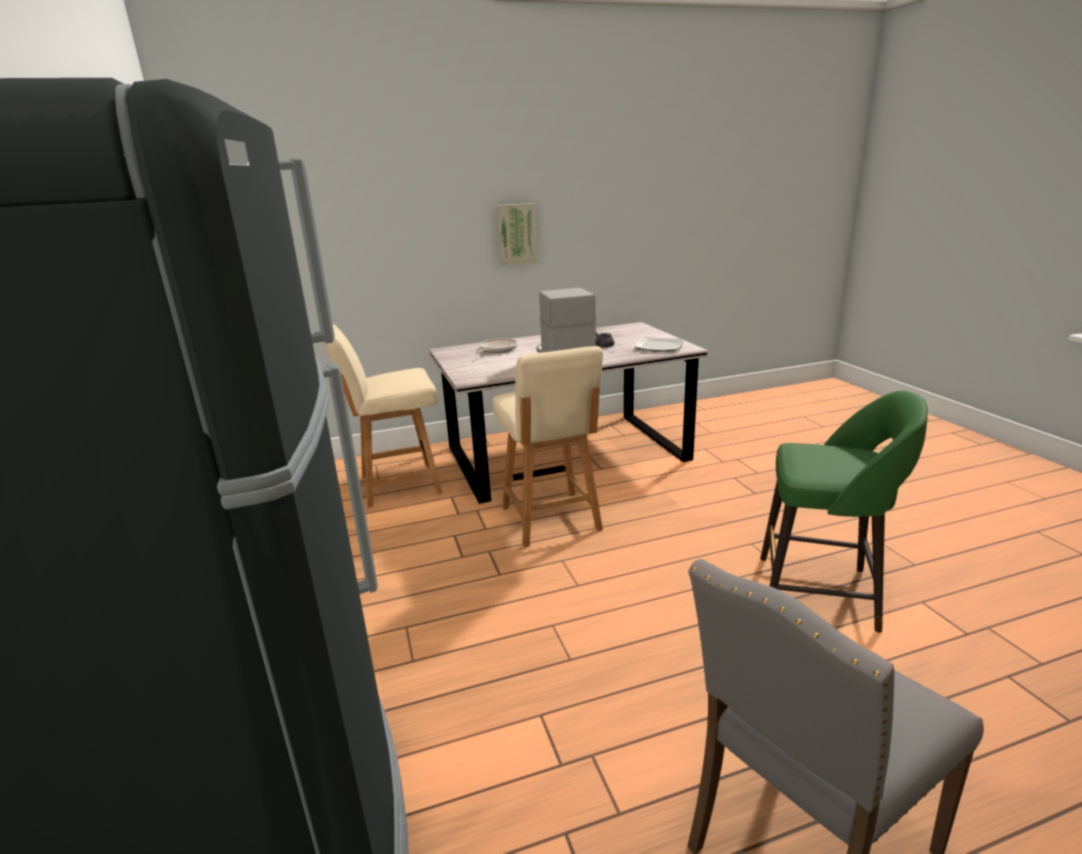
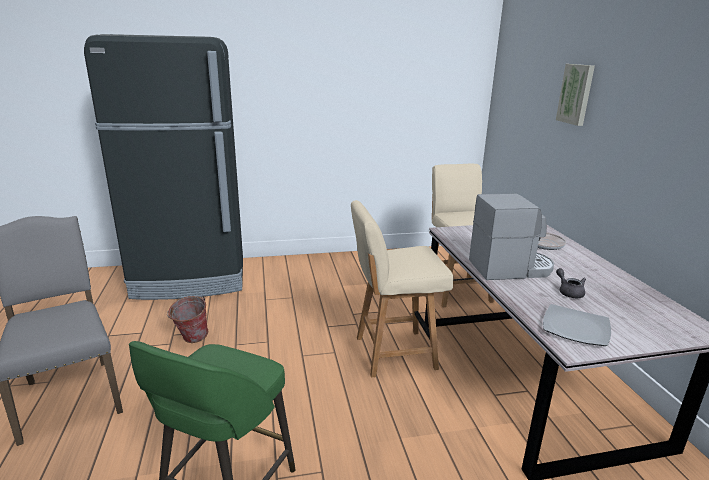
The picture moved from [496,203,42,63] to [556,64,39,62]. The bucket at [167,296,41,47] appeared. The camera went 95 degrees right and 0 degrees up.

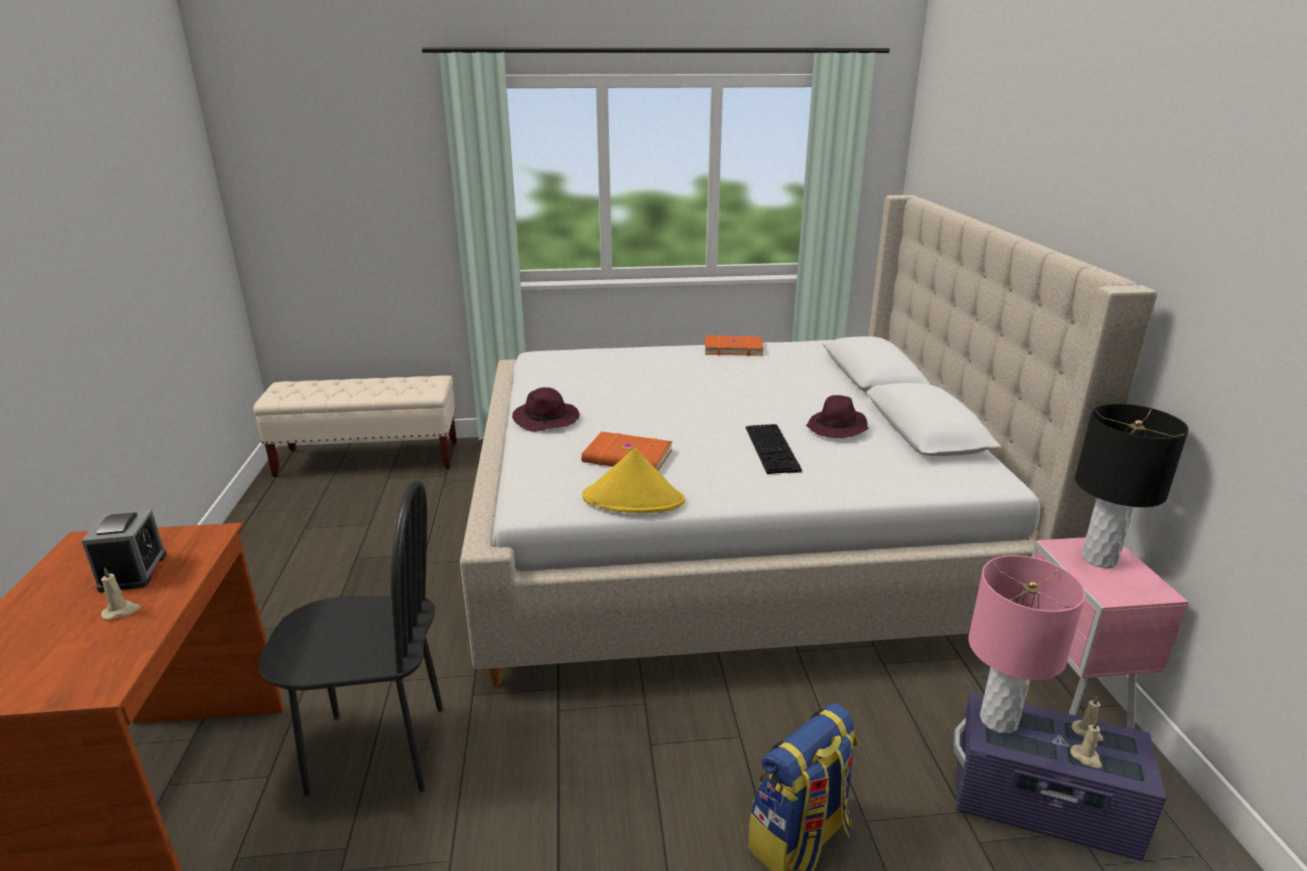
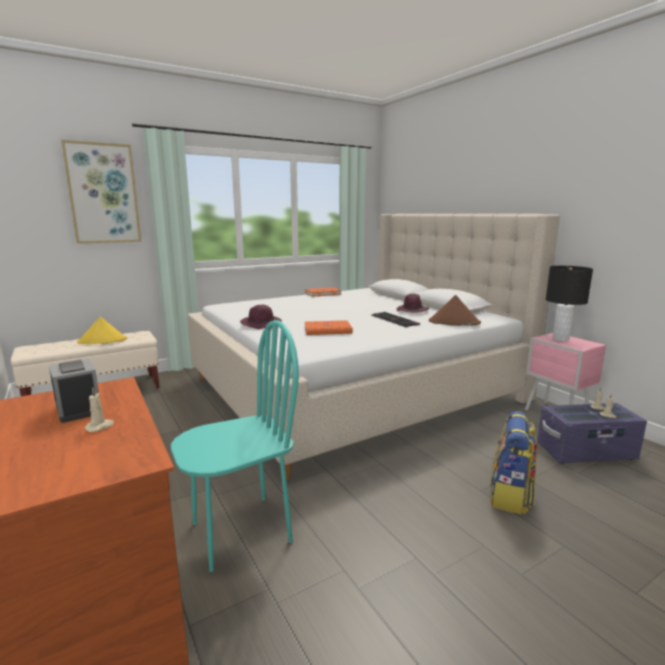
The black chair at [258,479,185,317] became the turquoise chair at [171,320,128,252]. The yellow hat moved from [582,448,103,65] to [77,317,50,27]. The pink table lamp at [968,555,118,179] disappeared. The picture at [61,140,80,104] appeared. The brown hat at [429,295,52,31] appeared. The camera went 25 degrees left and 10 degrees down.

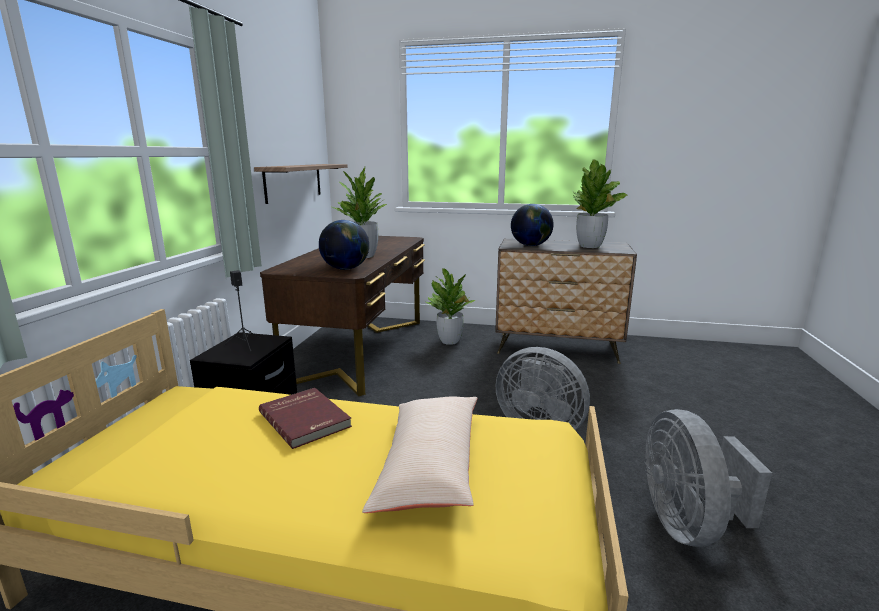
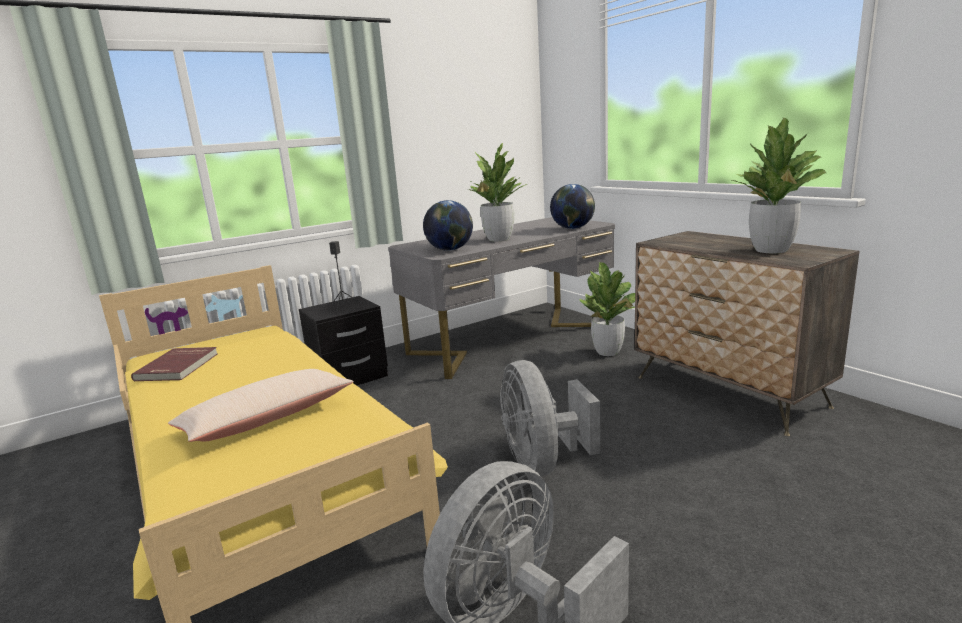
The shelf at [254,164,94,40] disappeared. The red book moved from [259,388,93,61] to [131,347,87,34]. The brown desk at [260,236,165,160] became the grey desk at [388,217,227,162]. The globe moved from [511,204,43,42] to [550,184,45,45]. The camera went 45 degrees right and 0 degrees up.

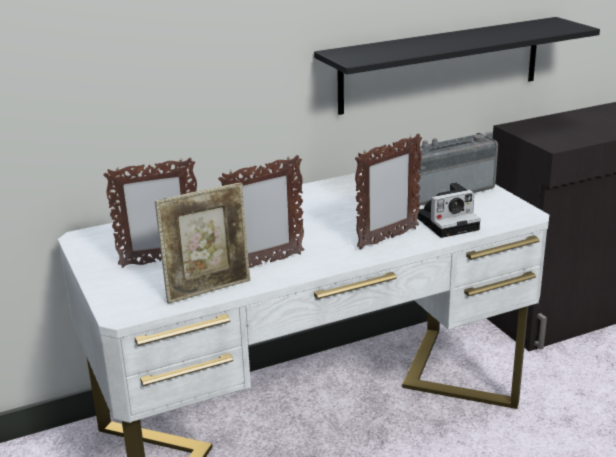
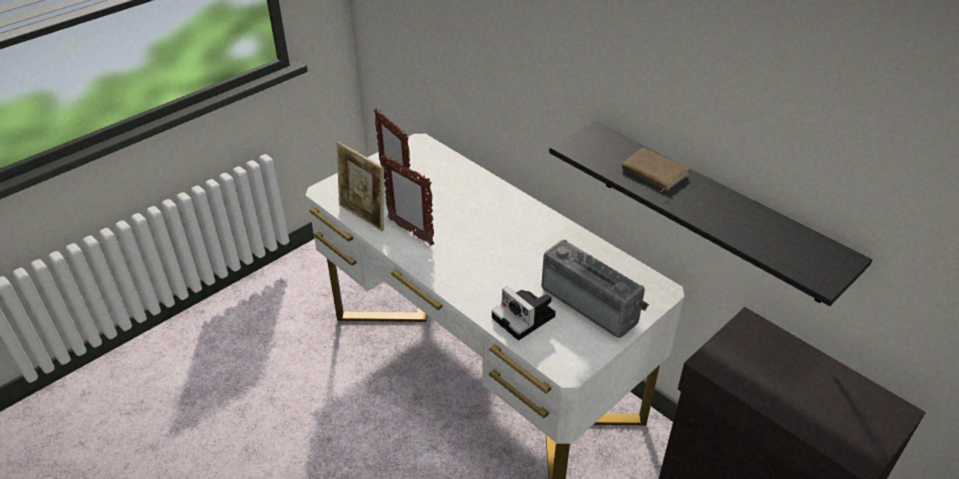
The picture frame at [355,134,67,116] disappeared. The brown book at [622,148,67,45] appeared. The camera went 70 degrees right and 15 degrees up.

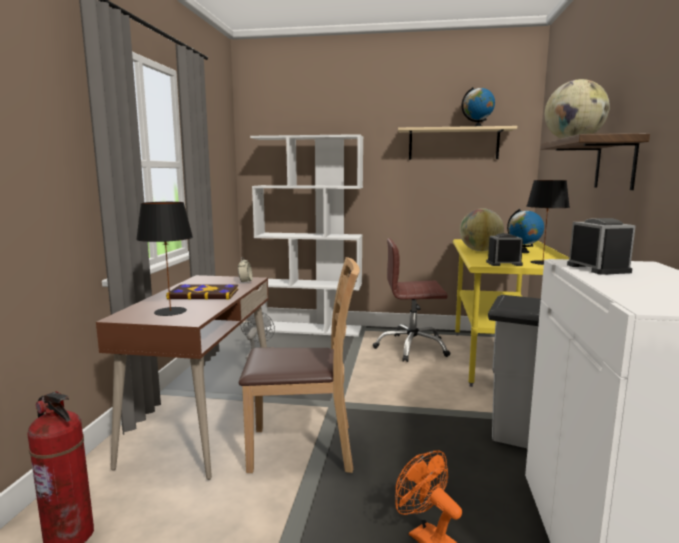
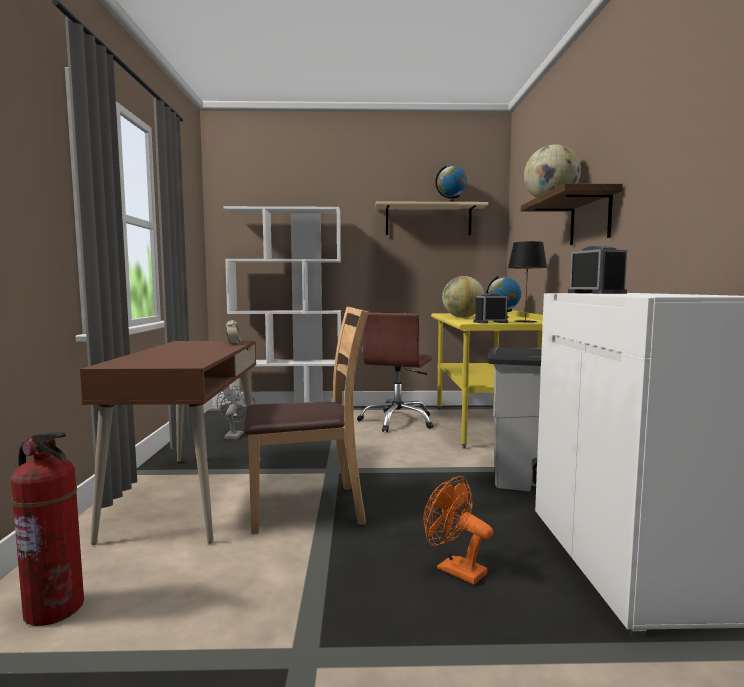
The black table lamp at [136,202,57,114] disappeared. The book at [166,284,72,16] disappeared. The brown office chair at [373,238,78,124] turned 60 degrees counterclockwise. The camera went 10 degrees left and 5 degrees down.

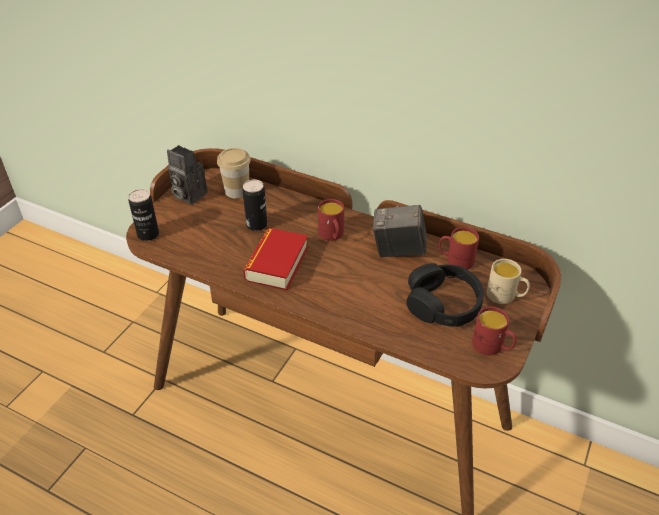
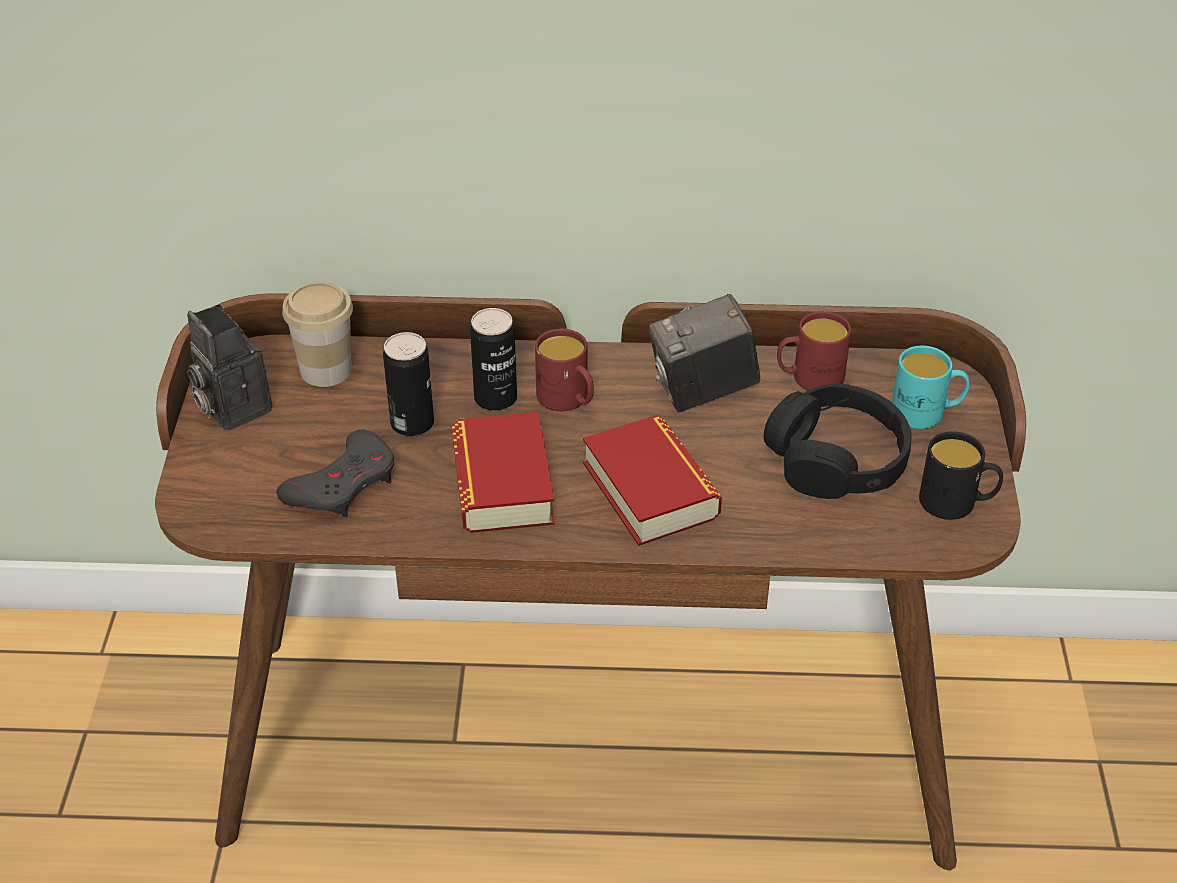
The can moved from [128,189,31,52] to [470,308,47,103]. The photo camera at [167,145,41,60] turned 45 degrees clockwise. The red mug at [472,307,45,48] became the black mug at [919,431,84,89]. The beige mug at [486,259,44,45] became the turquoise mug at [892,346,78,83]. The grey game controller at [277,429,117,88] appeared. The book at [583,415,139,131] appeared. The camera went 25 degrees left and 0 degrees up.

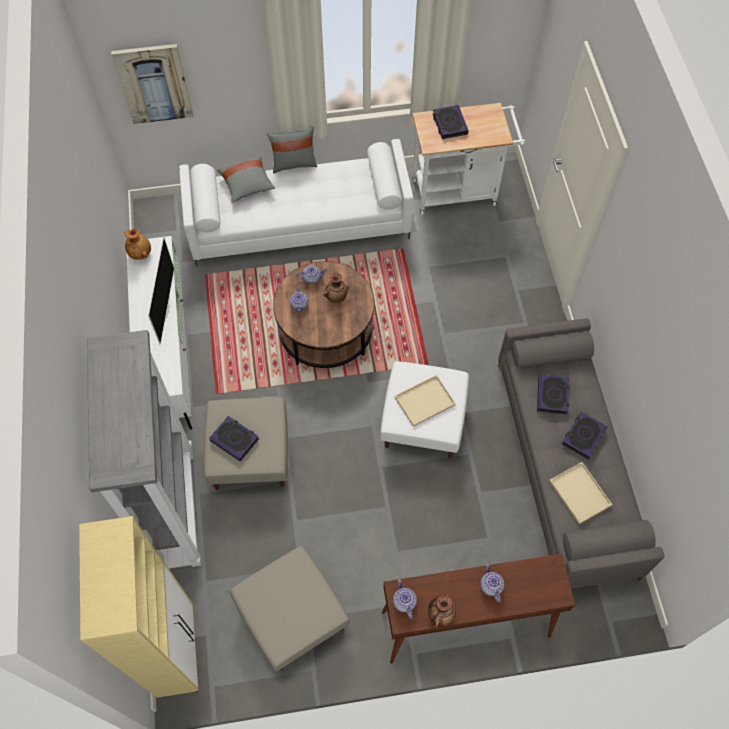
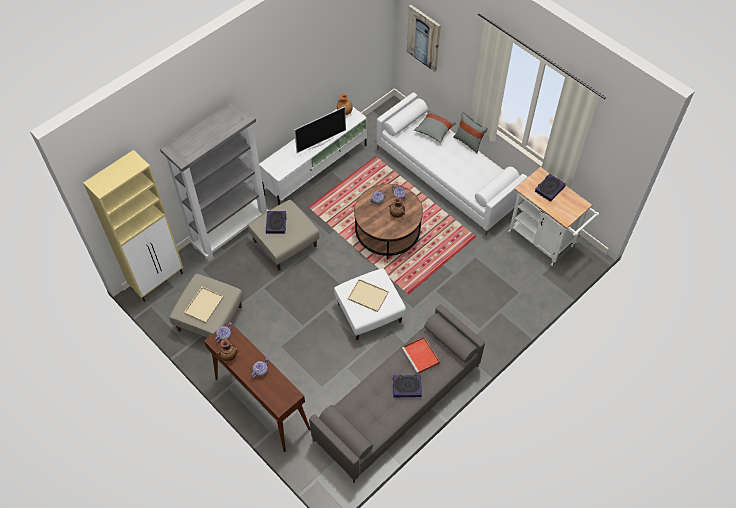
The book at [537,374,33,41] was replaced by the red tray at [402,337,38,37]. The beige tray moved from [549,462,64,62] to [184,287,40,36]. The camera went 55 degrees right and 5 degrees down.

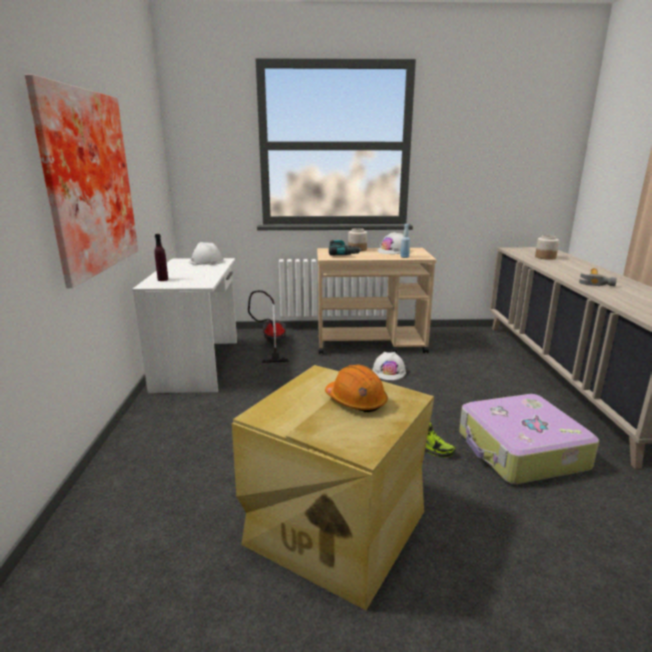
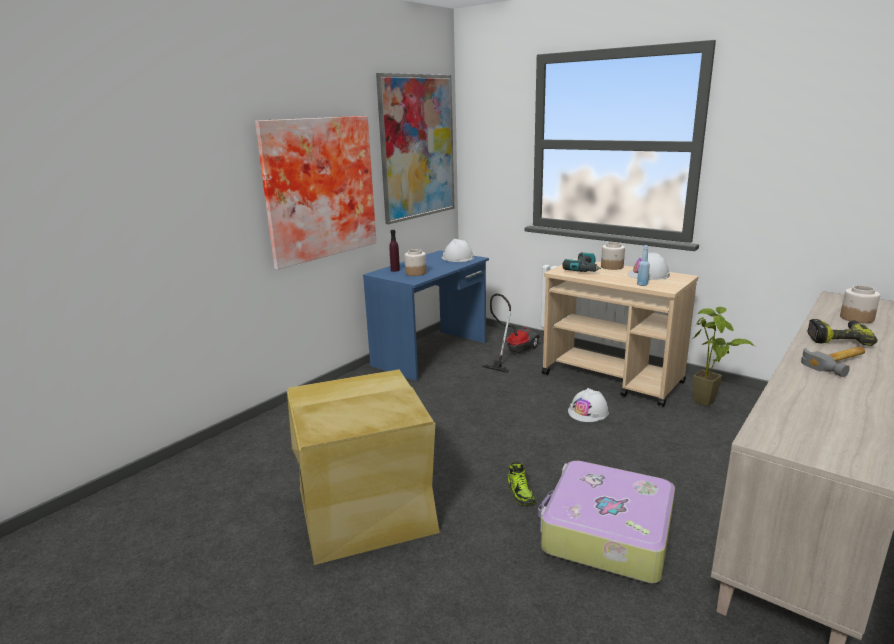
The white desk at [132,258,105,135] became the blue desk at [363,250,126,131]. The orange hard hat at [325,365,63,47] disappeared. The picture at [376,73,78,151] appeared. The jar at [404,249,22,27] appeared. The potted plant at [693,307,62,99] appeared. The power drill at [807,319,71,27] appeared. The camera went 40 degrees right and 0 degrees up.

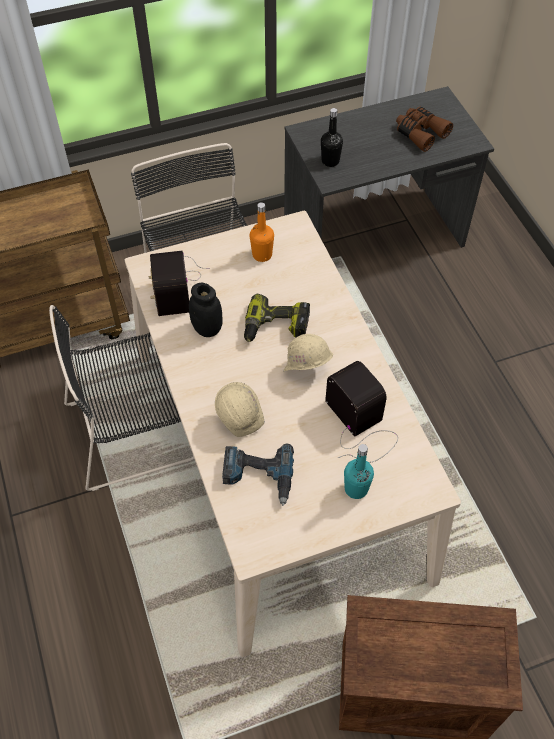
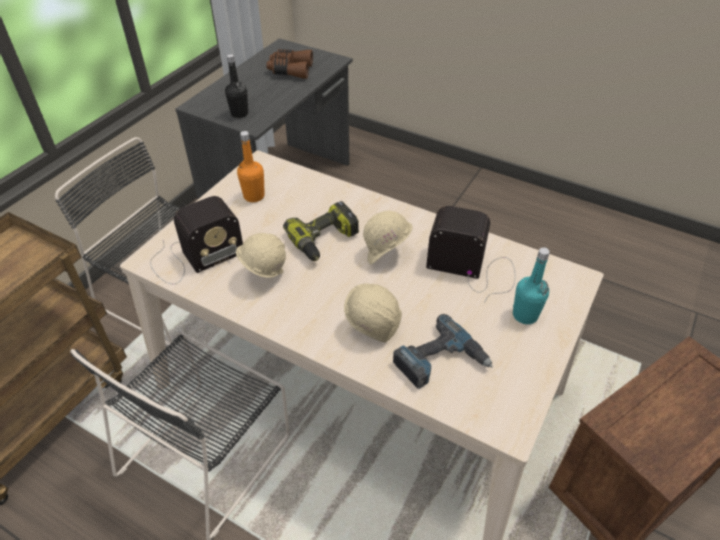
The radio at [148,251,62,65] turned 75 degrees counterclockwise. The black jar at [189,283,34,54] was replaced by the beige hard hat at [236,233,50,45]. The camera went 40 degrees left and 10 degrees down.

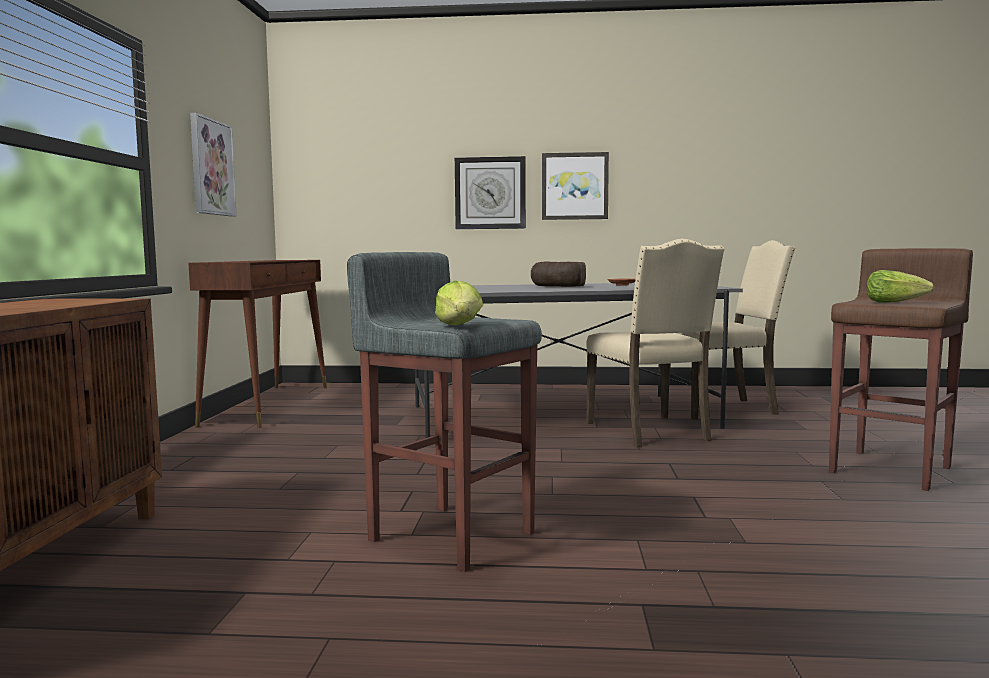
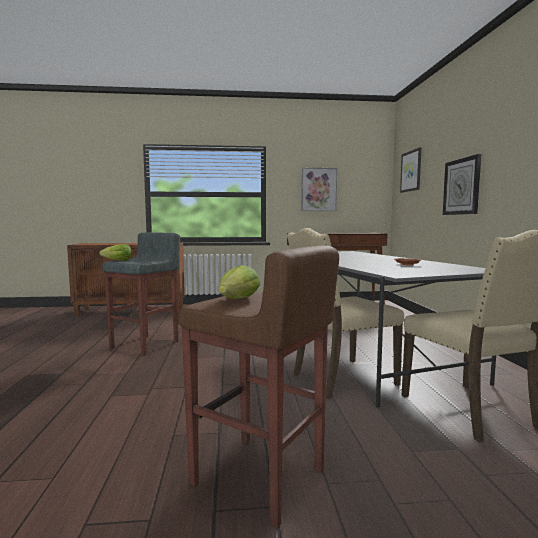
The bread at [531,261,55,26] disappeared. The picture moved from [542,152,67,68] to [400,147,22,46]. The camera went 80 degrees right and 0 degrees up.

